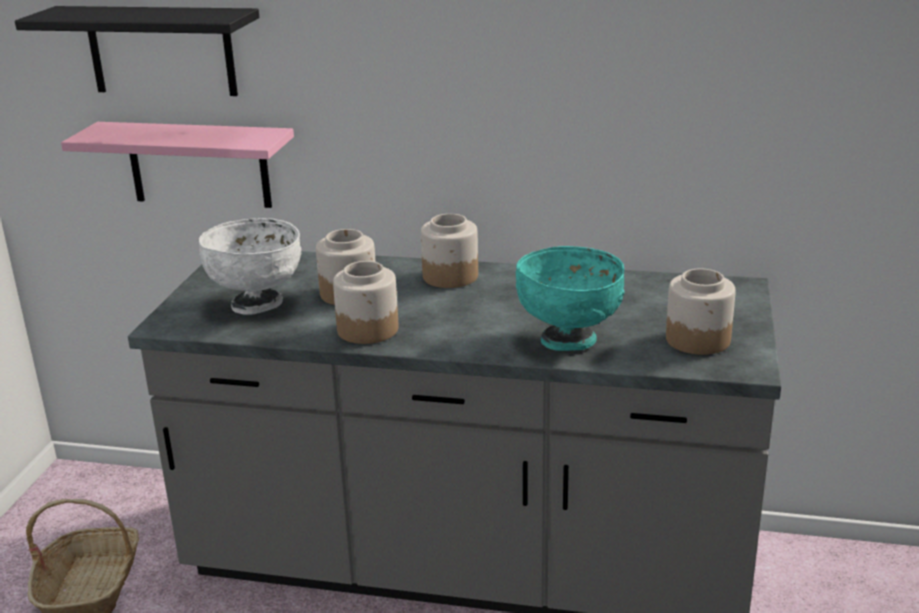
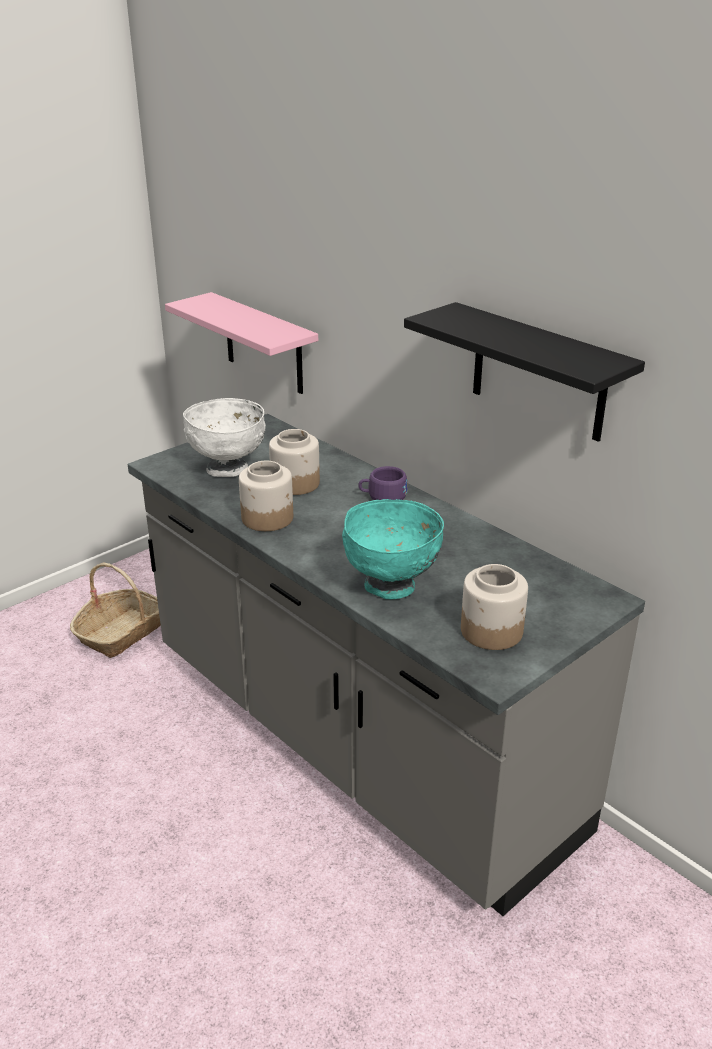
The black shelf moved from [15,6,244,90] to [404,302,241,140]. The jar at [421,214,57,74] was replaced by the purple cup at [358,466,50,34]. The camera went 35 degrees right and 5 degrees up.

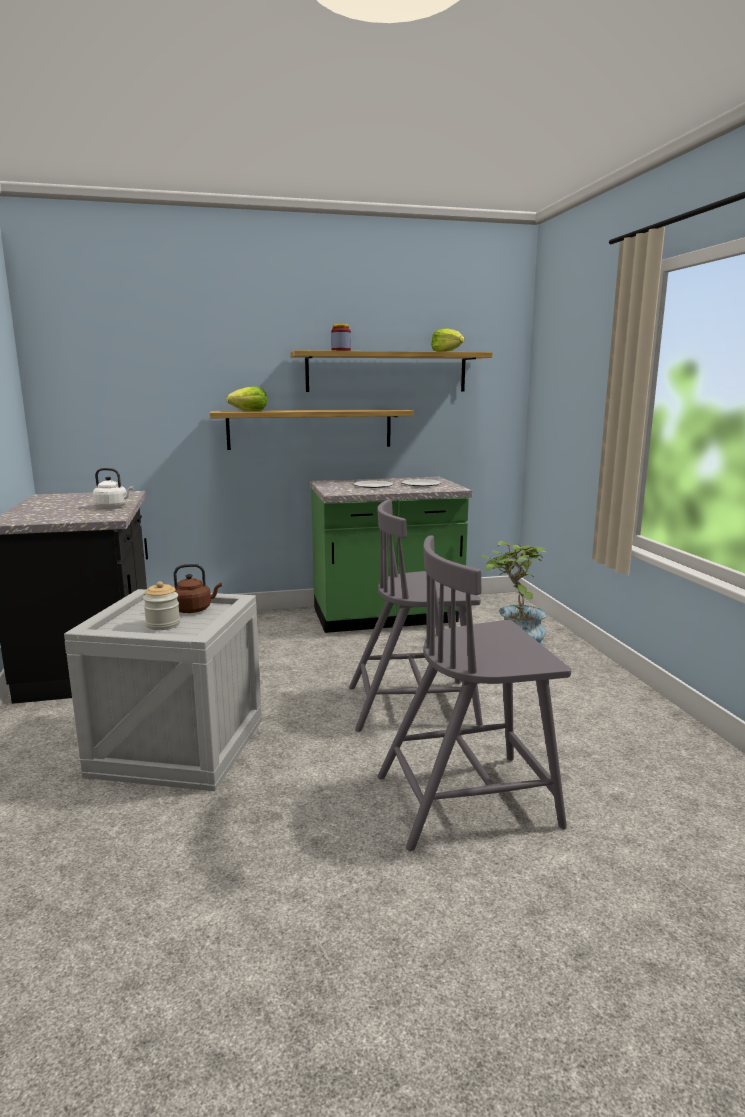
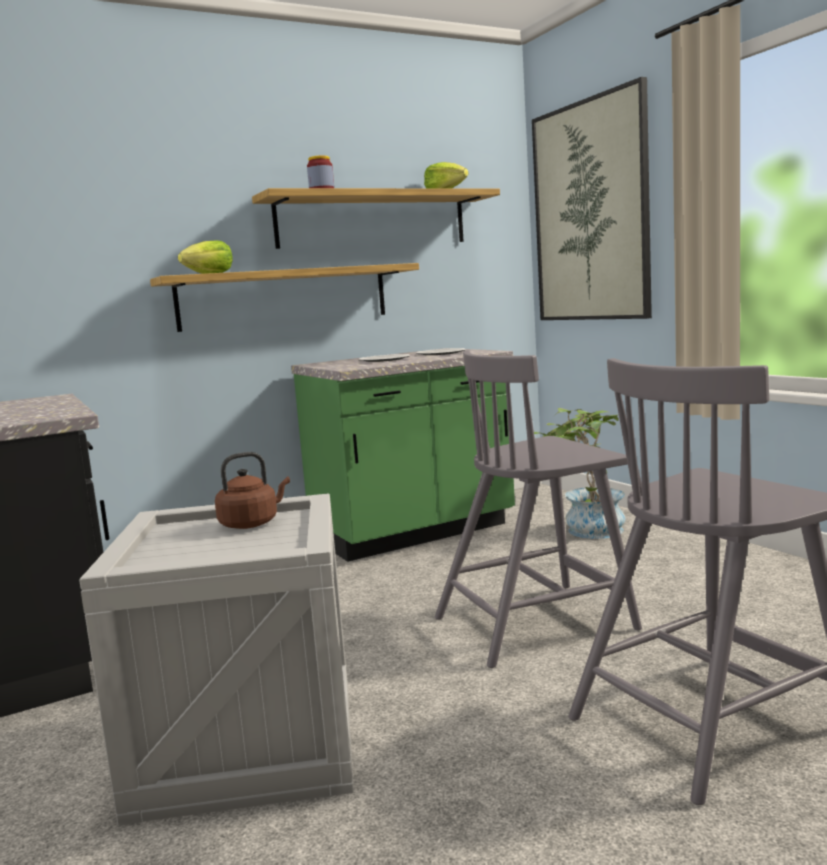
The white kettle at [93,468,40,40] disappeared. The jar at [143,581,37,49] disappeared. The picture at [532,77,120,243] appeared. The camera went 15 degrees left and 5 degrees down.

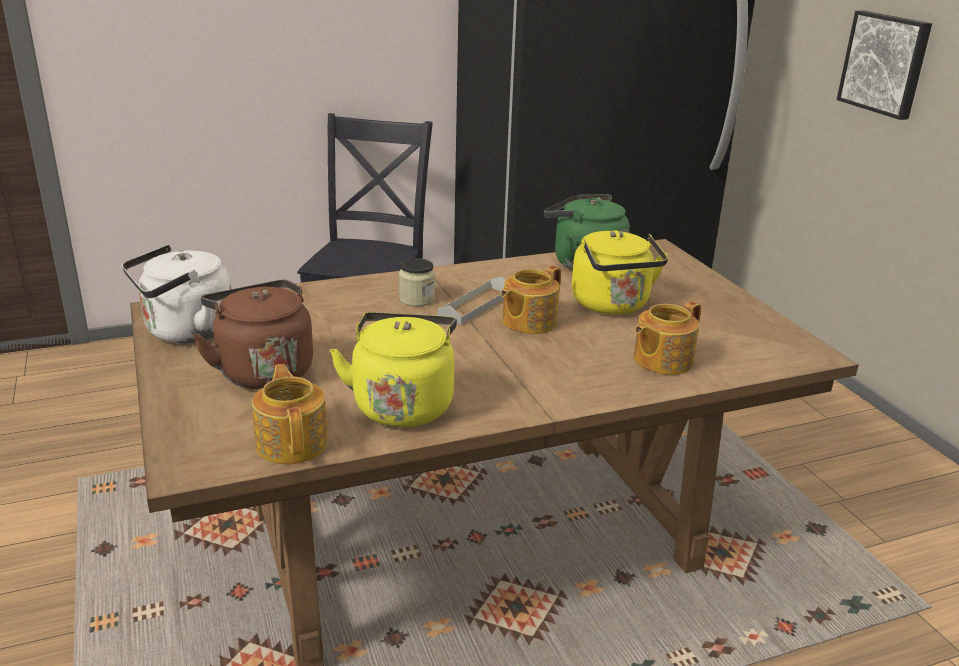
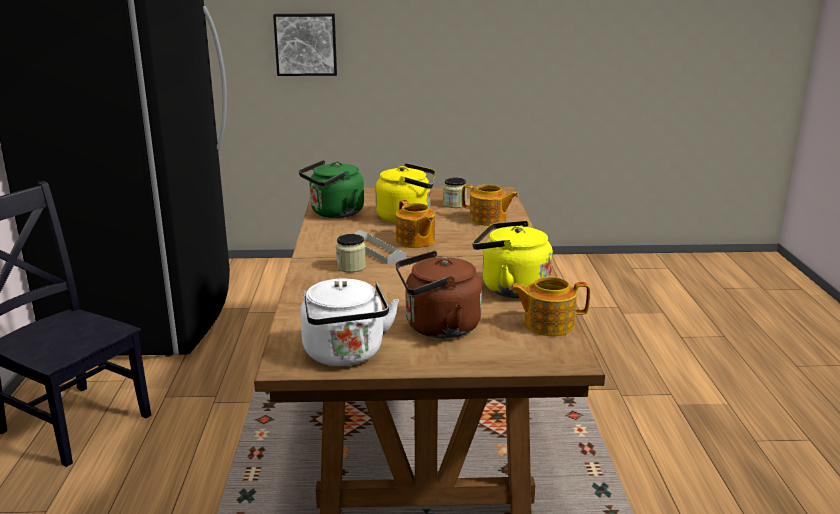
The teapot at [634,301,67,74] turned 45 degrees counterclockwise. The jar at [443,177,24,31] appeared. The camera went 70 degrees left and 5 degrees down.

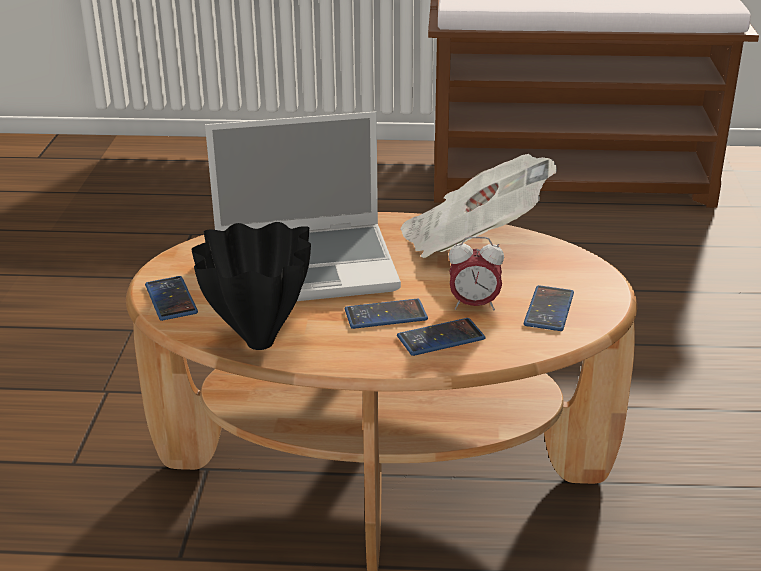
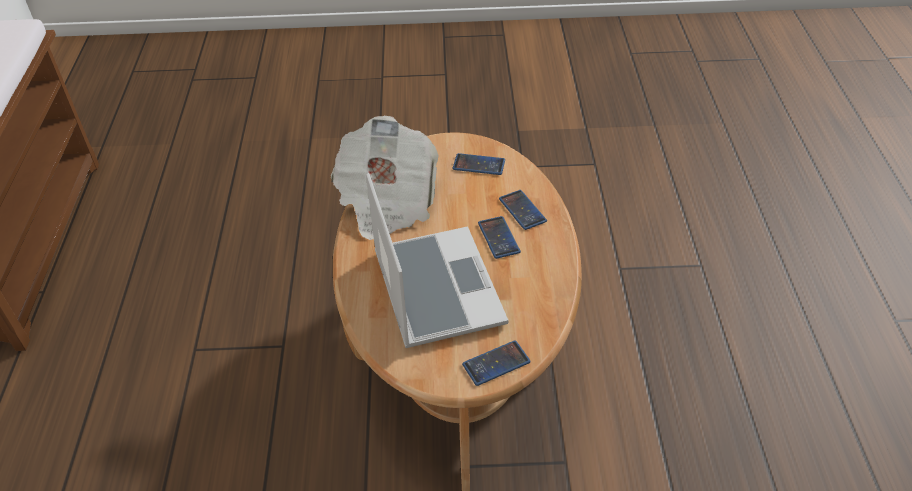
The black vase at [191,222,120,128] disappeared. The alarm clock at [449,236,55,75] disappeared. The camera went 95 degrees left and 15 degrees up.

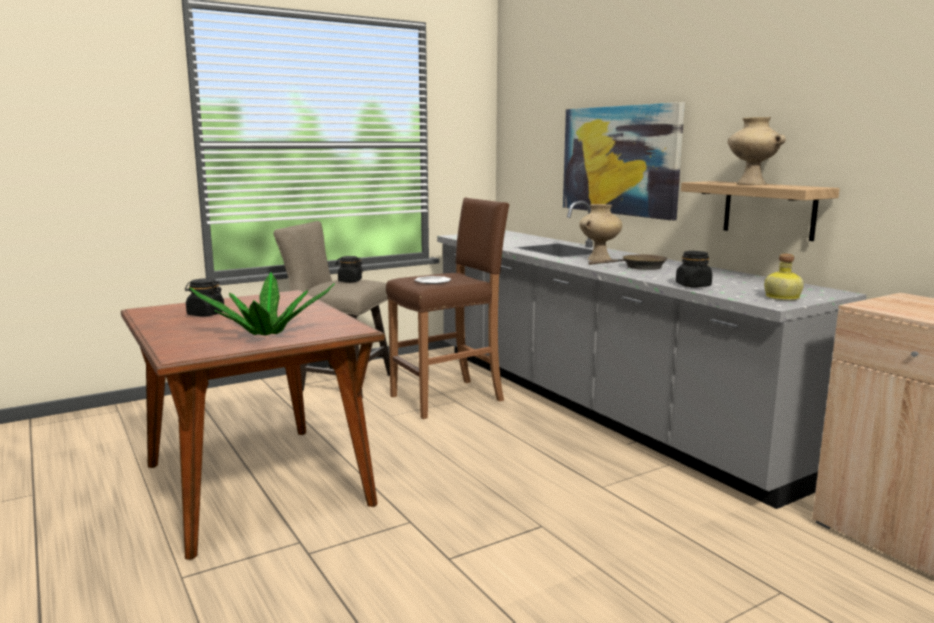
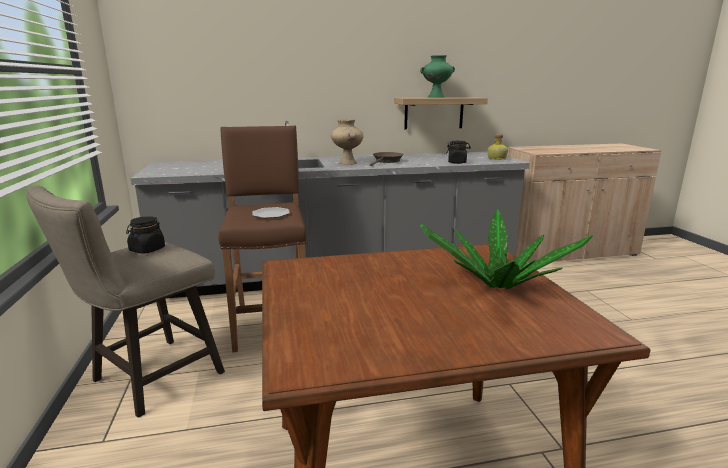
The black jar at [185,278,39,39] disappeared. The picture at [563,102,122,119] disappeared. The beige vase at [728,117,58,68] became the green vase at [420,55,35,43]. The camera went 70 degrees left and 5 degrees up.

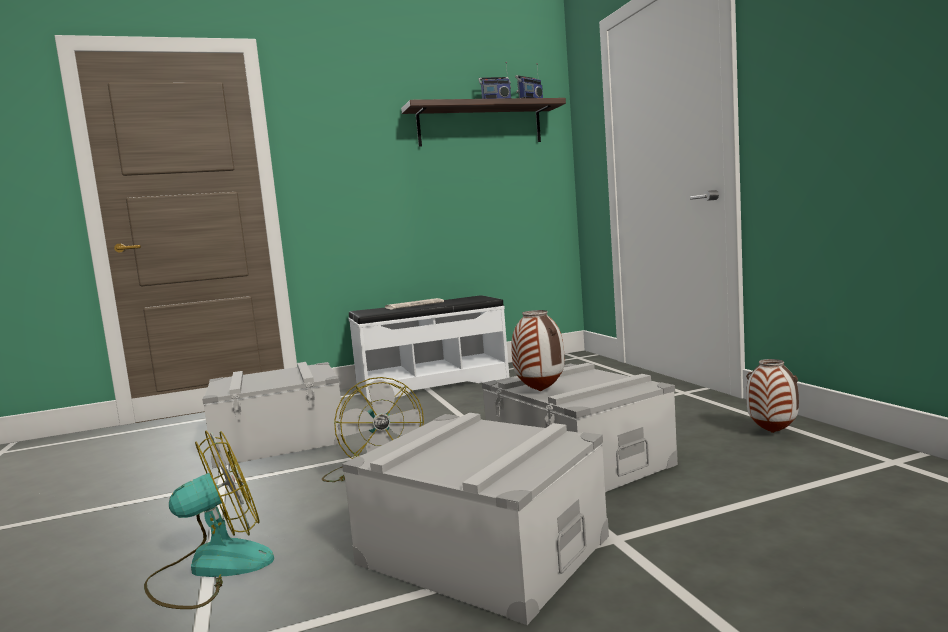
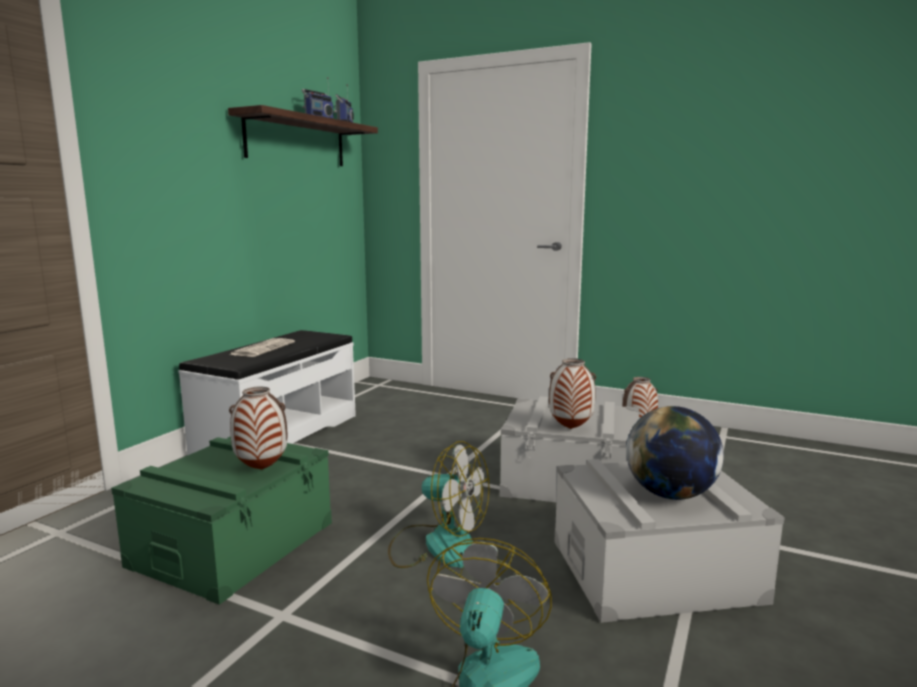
The grey storage box at [202,362,144,106] became the green storage box at [111,436,221,169]. The vase at [229,387,58,83] appeared. The globe at [626,406,98,94] appeared. The camera went 45 degrees left and 5 degrees up.

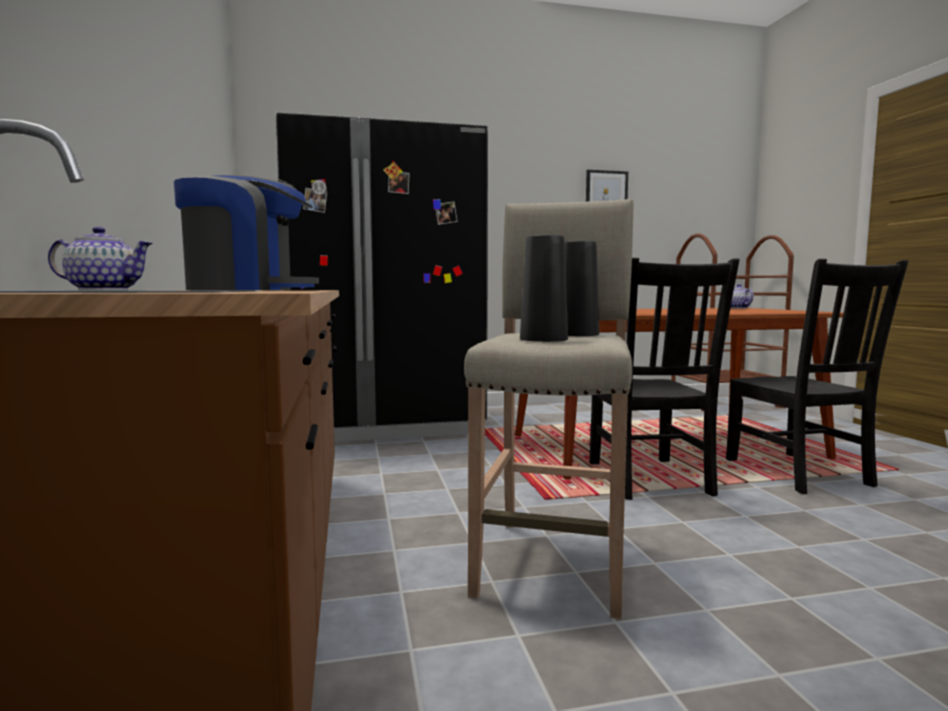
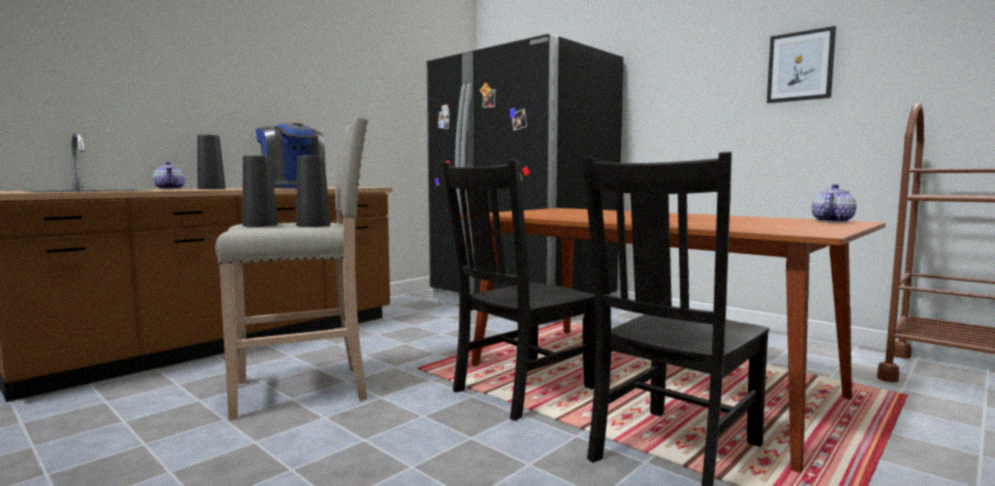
The black vase at [197,135,29,54] appeared. The camera went 55 degrees right and 0 degrees up.

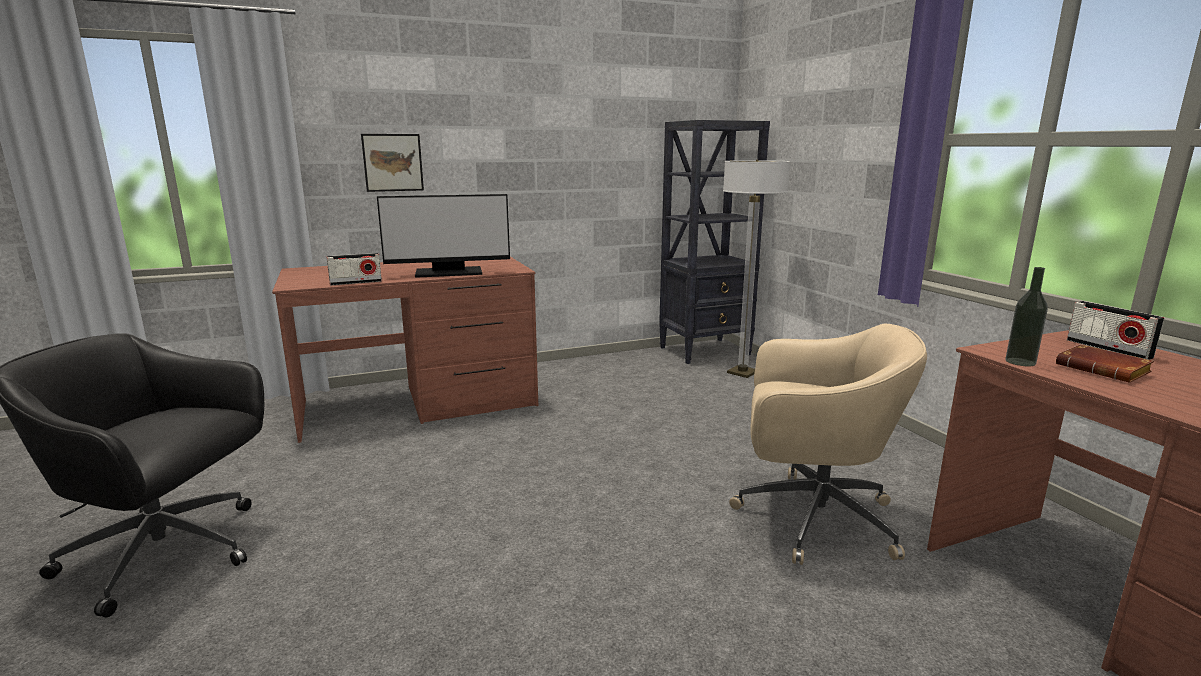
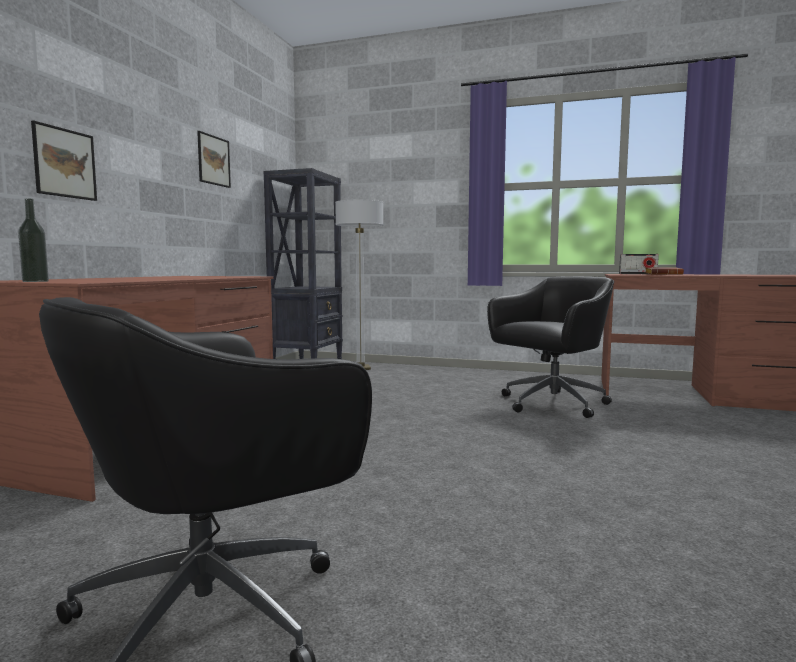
The radio at [327,253,55,32] disappeared. The monitor at [377,194,133,84] disappeared. The beige office chair at [729,323,198,242] became the black office chair at [487,276,127,142]. The bottle moved from [1005,267,43,99] to [18,198,31,84]. The picture at [197,131,34,57] appeared. The camera went 50 degrees left and 10 degrees down.

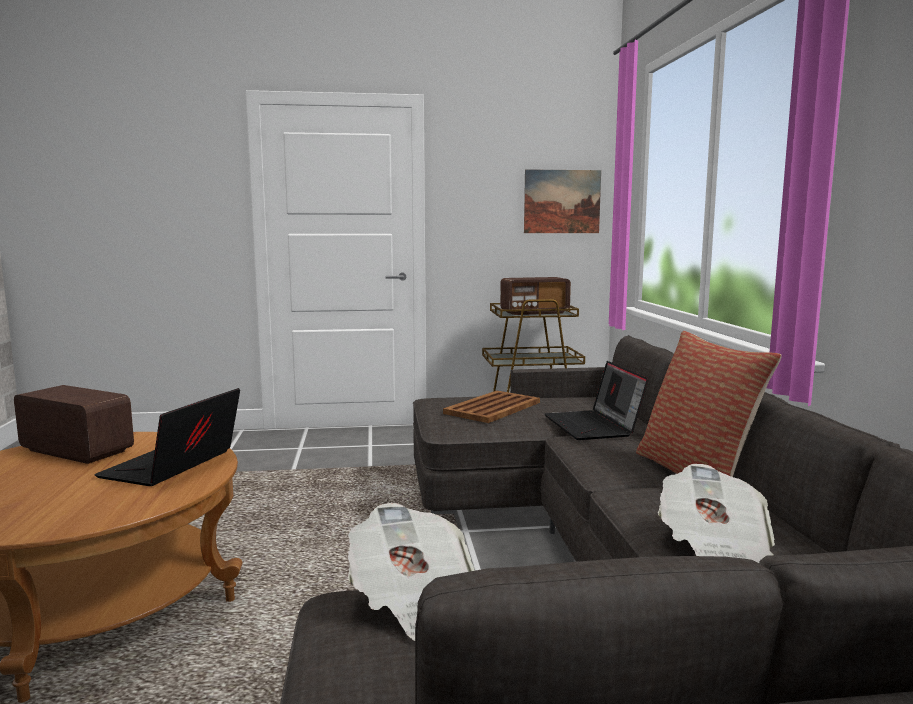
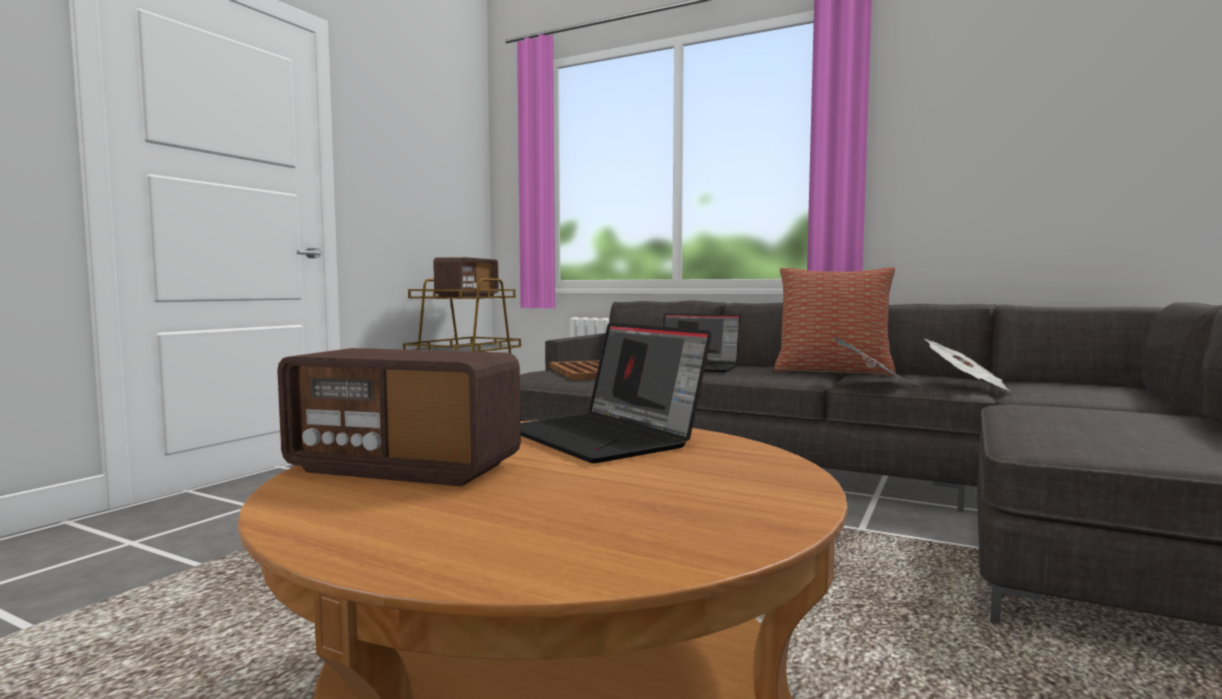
The radio at [14,385,120,79] turned 135 degrees counterclockwise. The newspaper moved from [348,503,127,138] to [832,337,87,48]. The picture at [524,169,77,64] disappeared. The camera went 55 degrees left and 5 degrees down.

